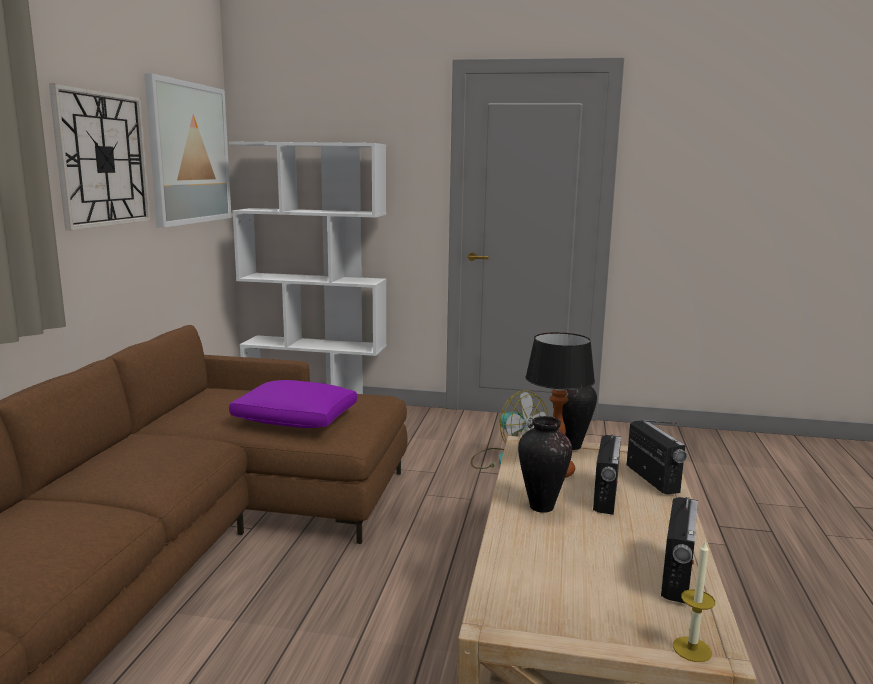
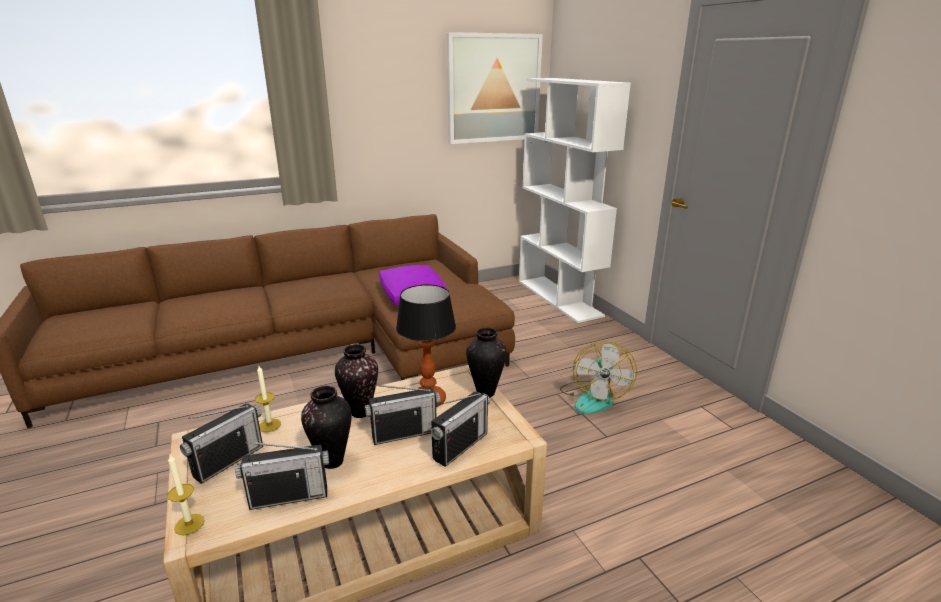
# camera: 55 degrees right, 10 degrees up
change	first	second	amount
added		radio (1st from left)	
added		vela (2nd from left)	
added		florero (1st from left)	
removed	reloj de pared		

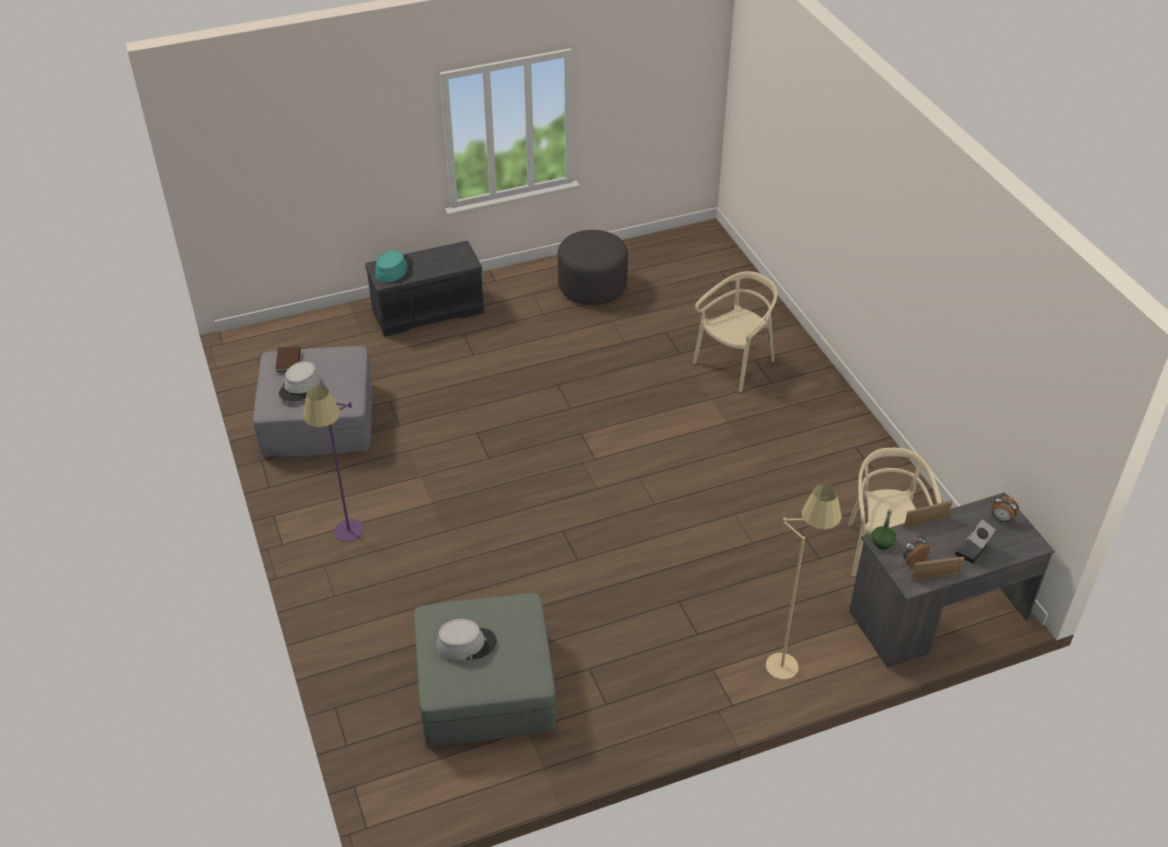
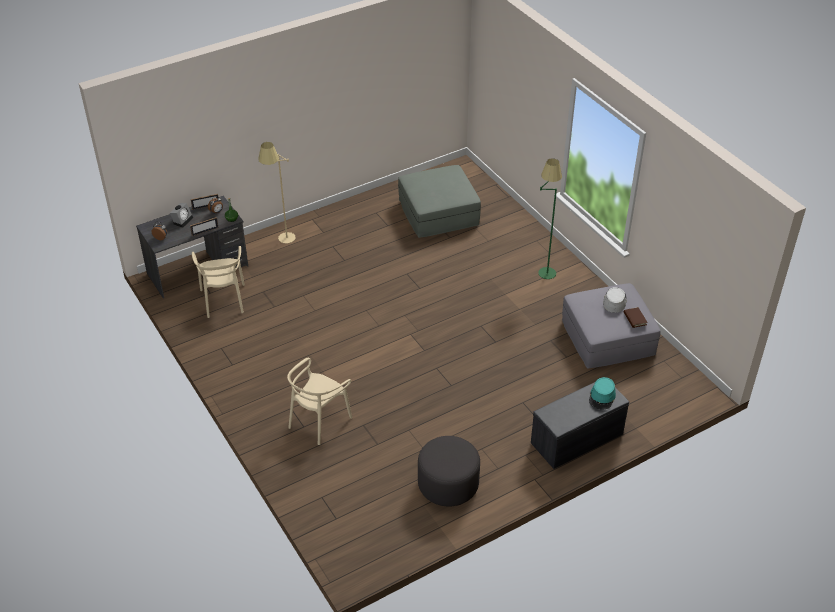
# camera: 170 degrees right, 0 degrees up
change	first	second	amount
recoloured	lámpara de pie [morado]	lámpara de pie [verde]	
removed	sombrero [gris] (2nd from left)		

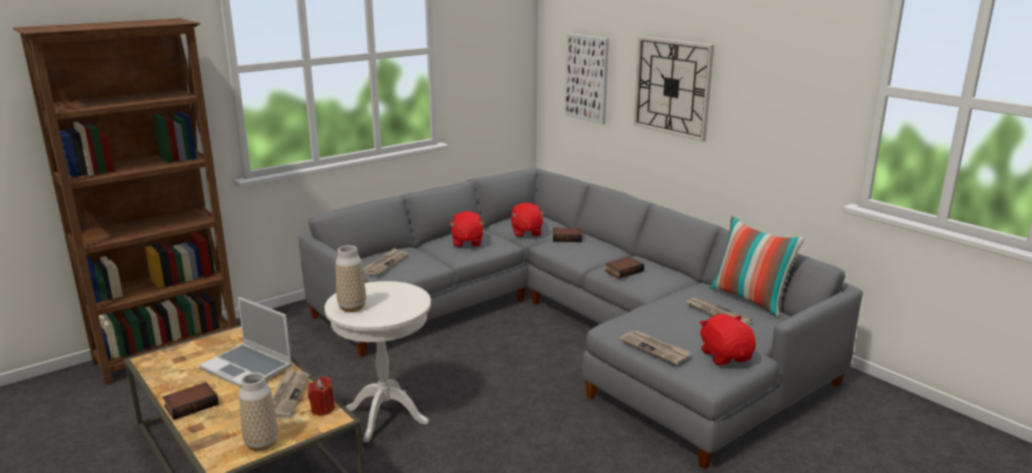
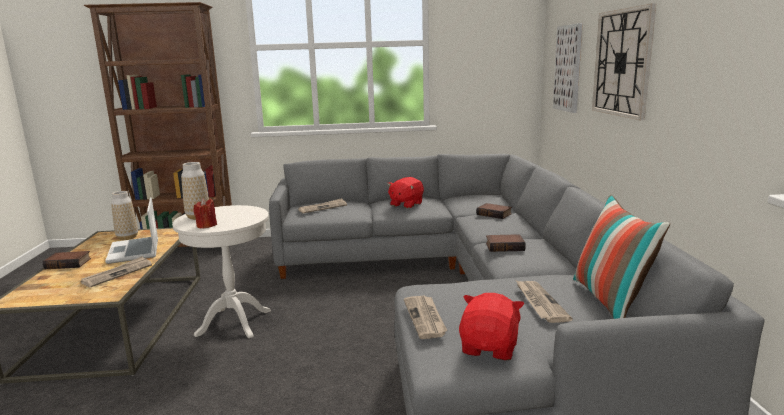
# camera: 35 degrees right, 5 degrees down
change	first	second	amount
moved	florero (1st from left)		
moved	vela [rojo]		
removed	peluche [rojo] (2nd from left)		

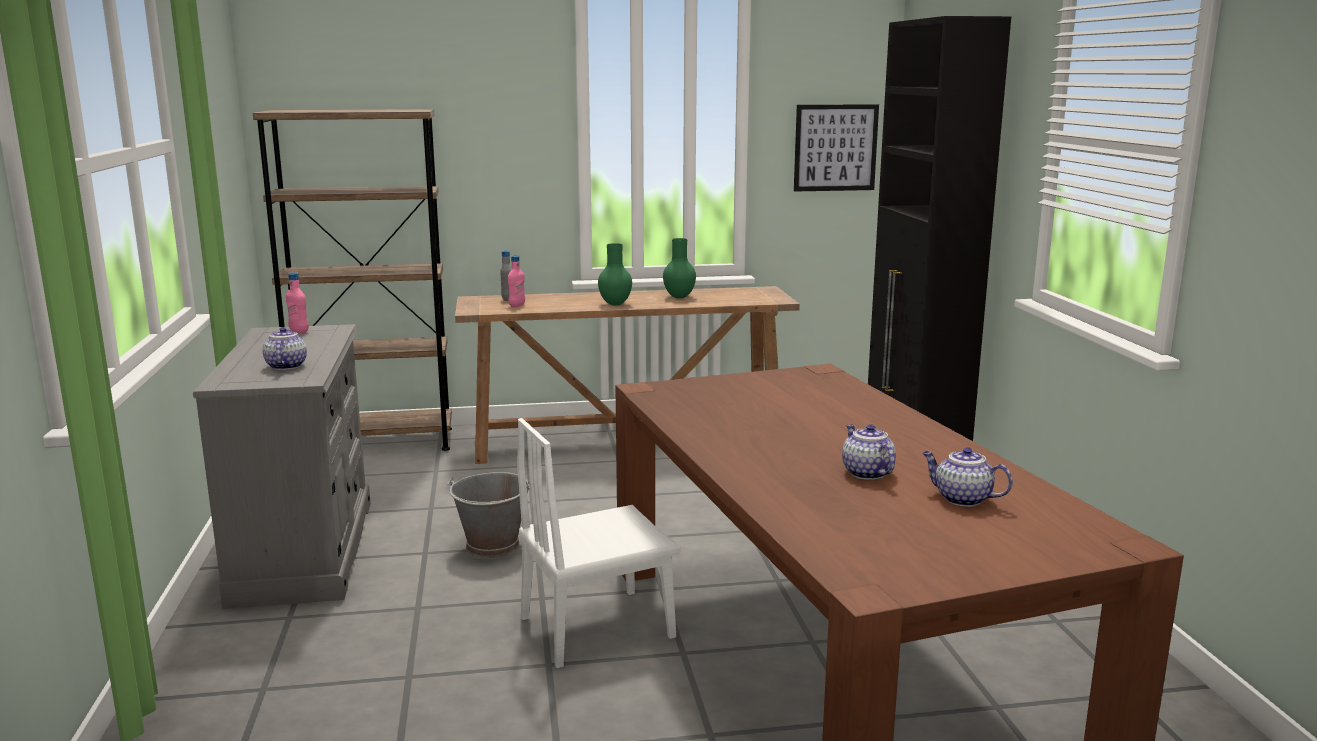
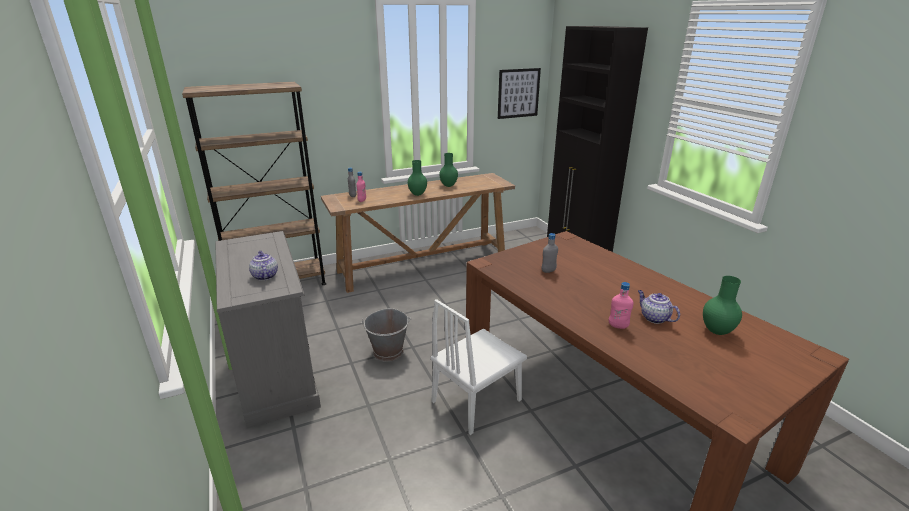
# camera: 15 degrees left, 10 degrees up
change	first	second	amount
added		botella [gris] (2nd from left)	
moved	botella [rosa] (1st from left in the first image)	botella [rosa] (2nd from left)	
replaced	tetera (3rd from left)	florero [verde] (3rd from left)	

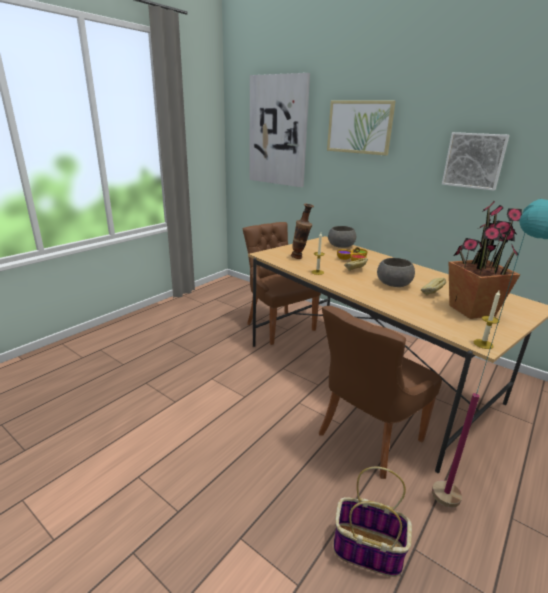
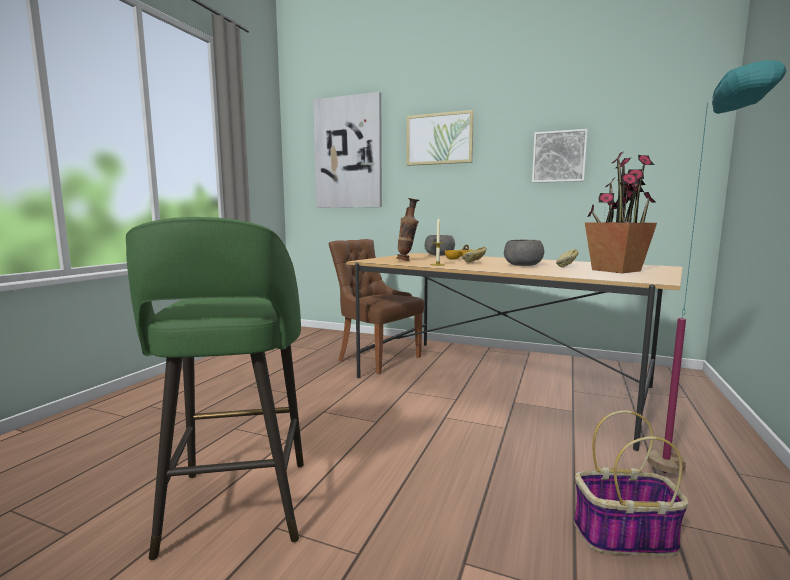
# camera: 15 degrees left, 15 degrees down
change	first	second	amount
added		taburete [verde]	
removed	silla [marrón] (2nd from left)		
removed	vela (2nd from left)		

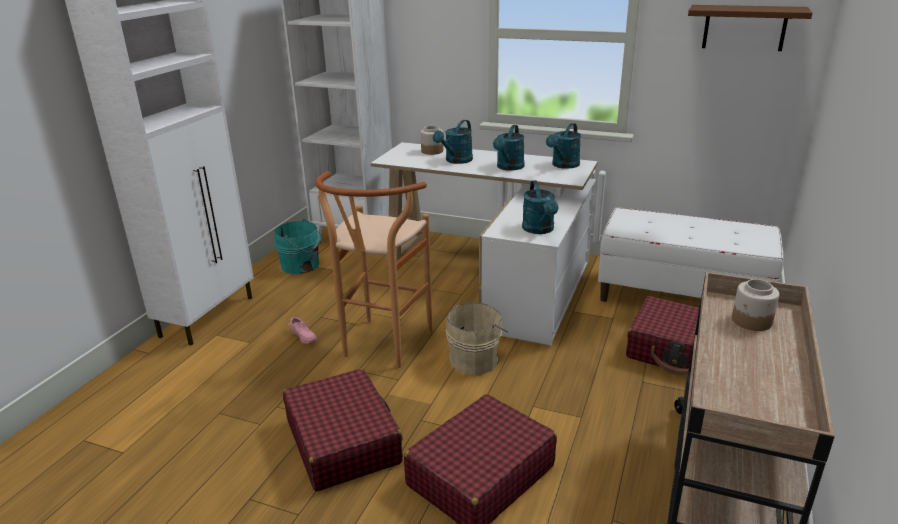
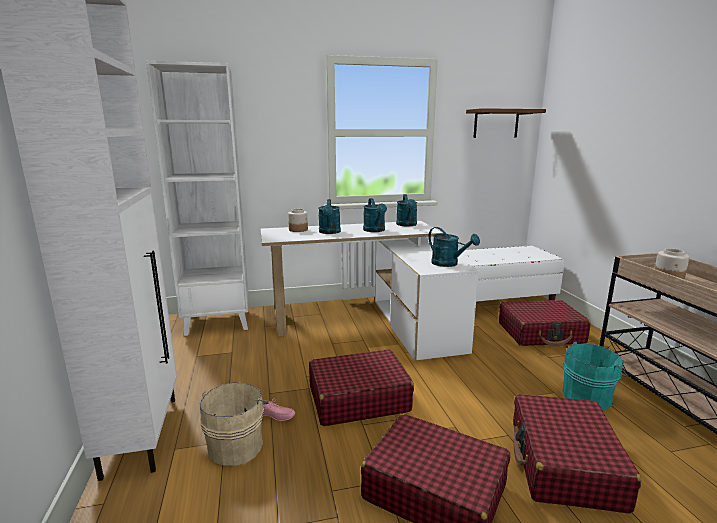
# camera: 35 degrees left, 10 degrees down
change	first	second	amount
moved	cubo [beis]		
replaced	taburete [marrón]	maleta [rojo] (1st from left)	
moved	cubo [turquesa]		

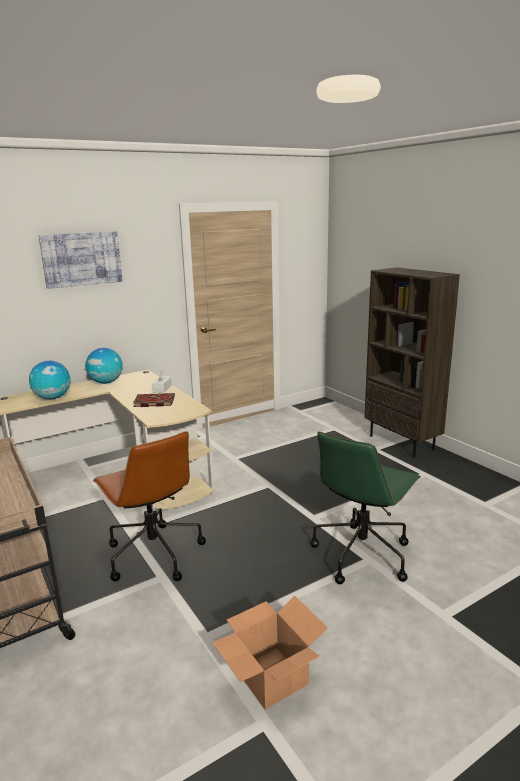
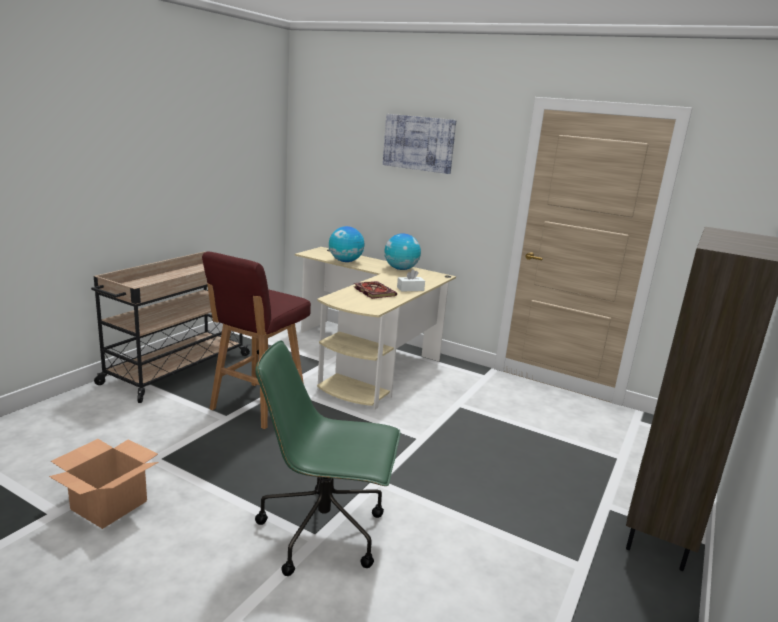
# camera: 60 degrees right, 0 degrees up
change	first	second	amount
replaced	silla de oficina [marrón]	taburete [rojo]	

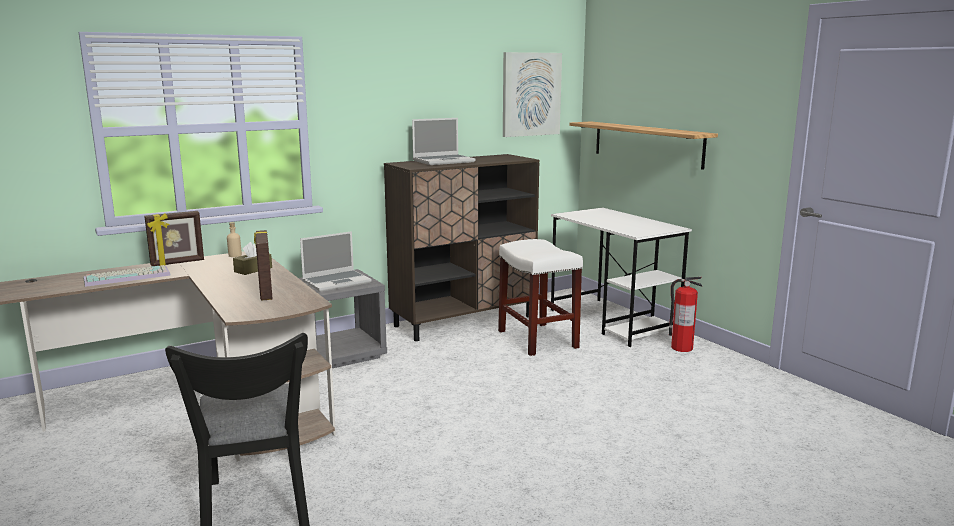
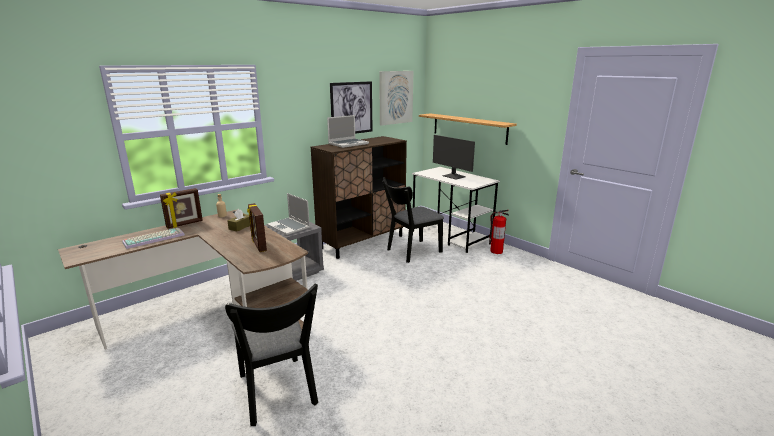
# camera: 10 degrees left, 5 degrees up
change	first	second	amount
turned	portátil (1st from left)		90 degrees clockwise
added		cuadro (1st from left)	
replaced	taburete [blanco]	silla [negro] (2nd from left)	
added		monitor	

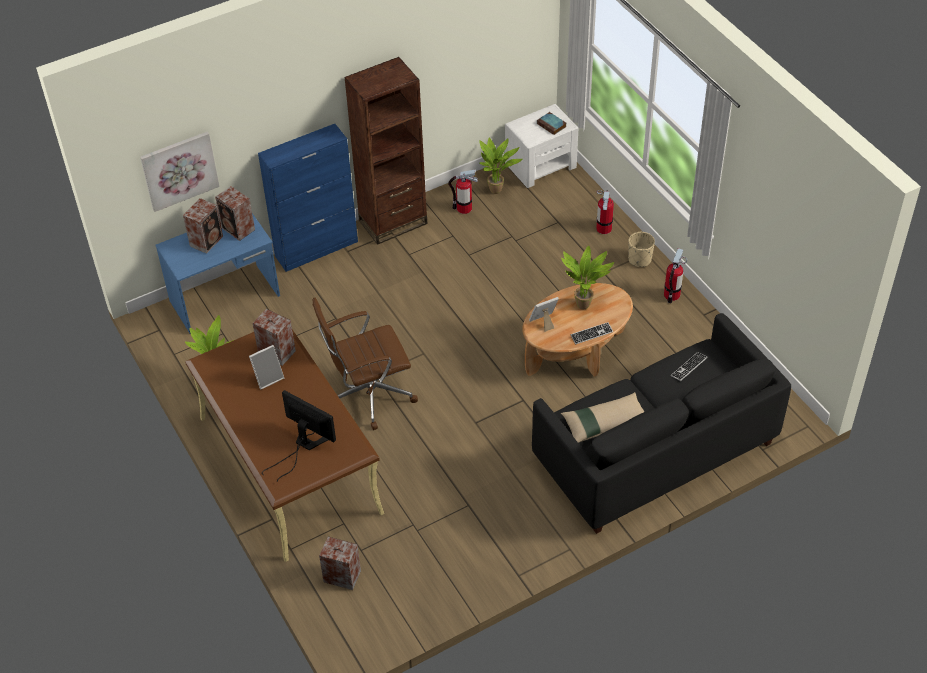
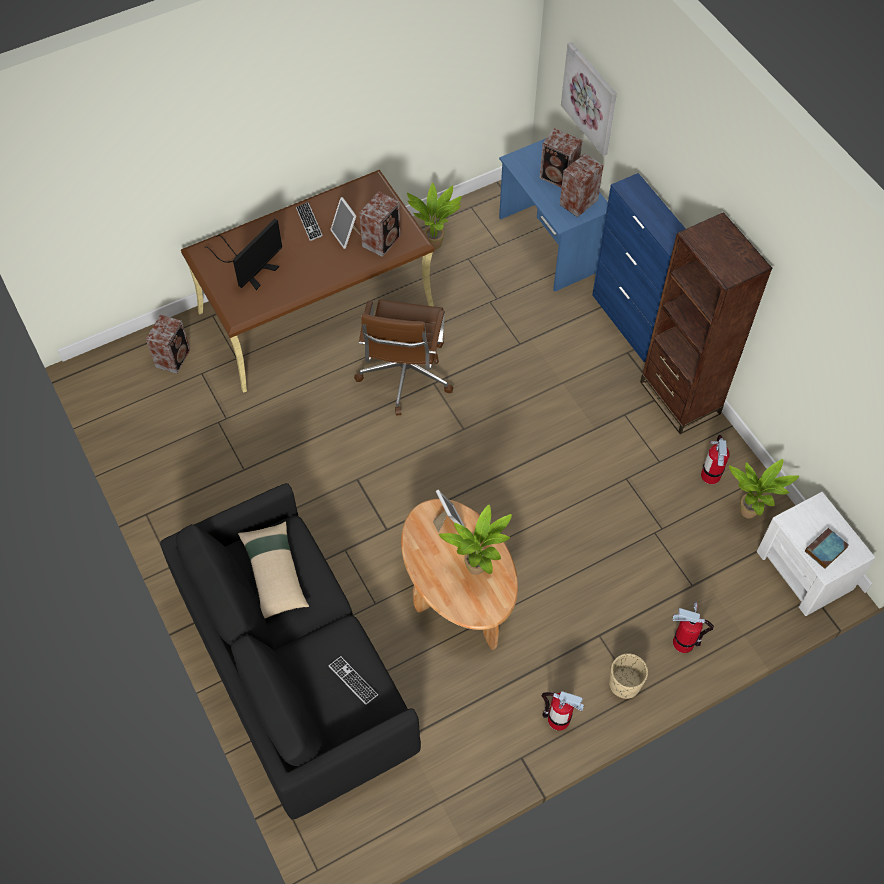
# camera: 90 degrees right, 10 degrees up
change	first	second	amount
moved	teclado (1st from left)		
turned	silla de oficina [marrón]		150 degrees counterclockwise

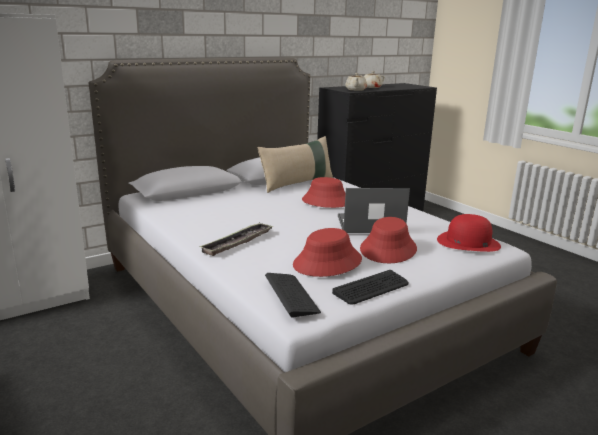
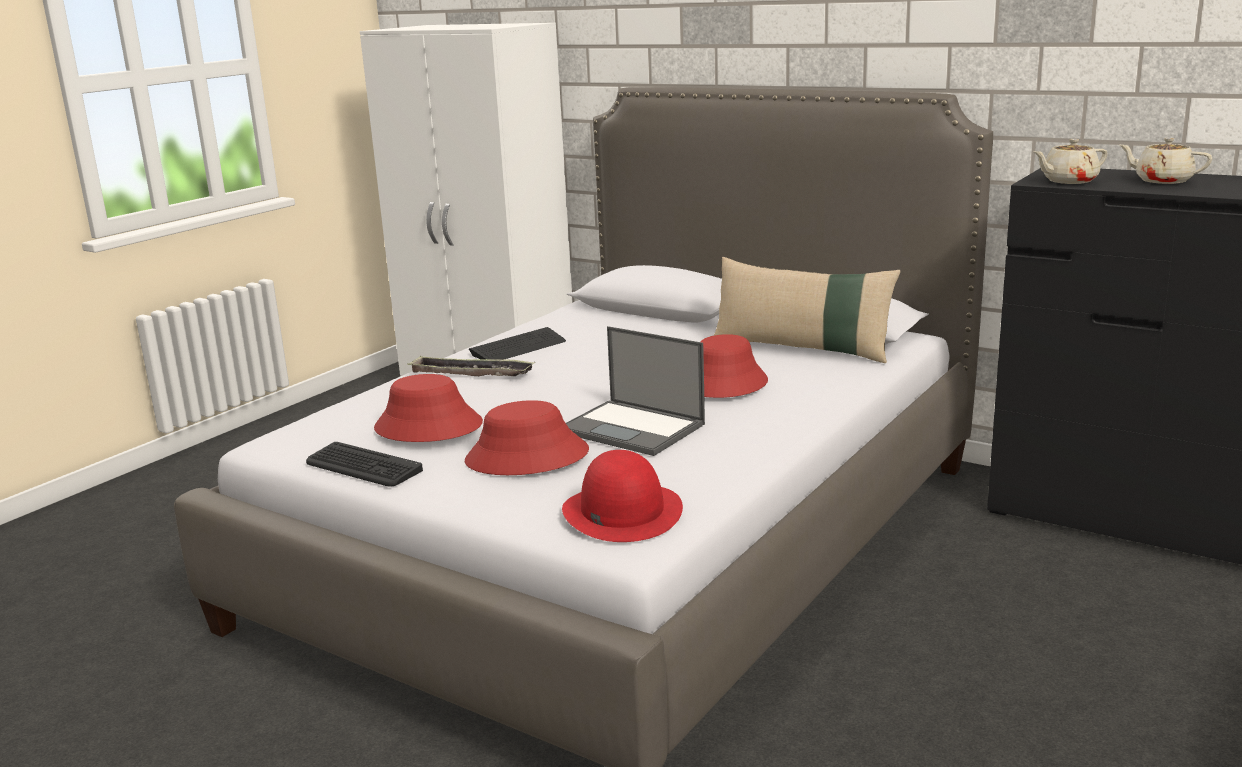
# camera: 70 degrees right, 0 degrees up
change	first	second	amount
moved	teclado (1st from left in the first image)	teclado (2nd from left)	
turned	portátil		150 degrees clockwise

